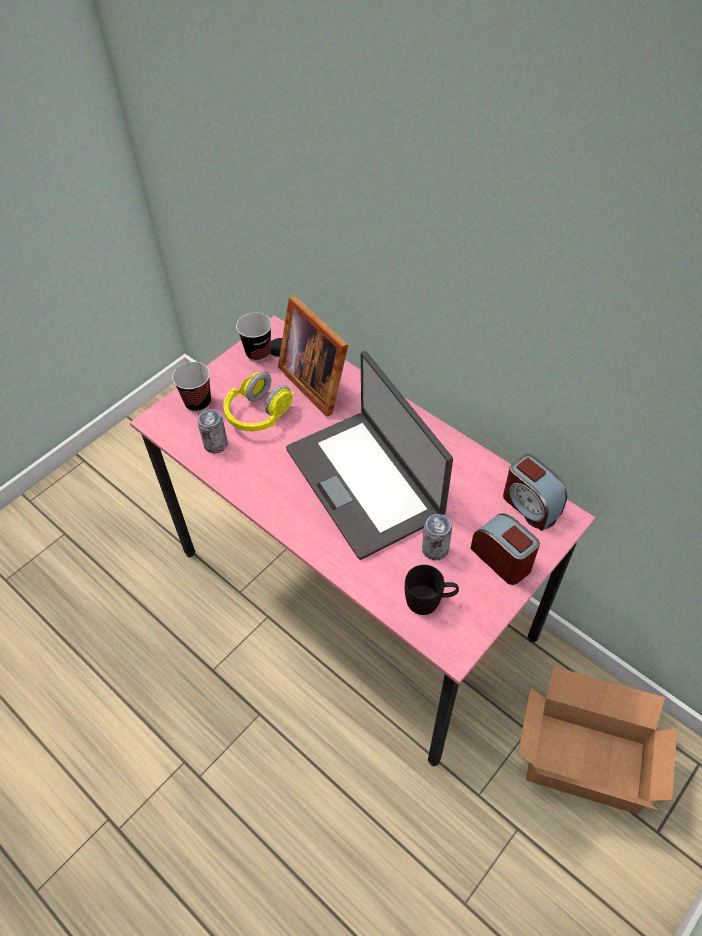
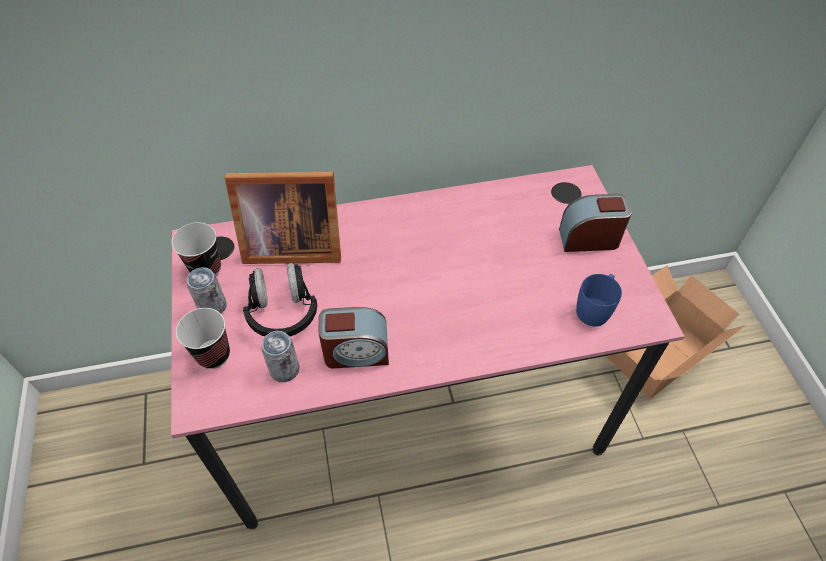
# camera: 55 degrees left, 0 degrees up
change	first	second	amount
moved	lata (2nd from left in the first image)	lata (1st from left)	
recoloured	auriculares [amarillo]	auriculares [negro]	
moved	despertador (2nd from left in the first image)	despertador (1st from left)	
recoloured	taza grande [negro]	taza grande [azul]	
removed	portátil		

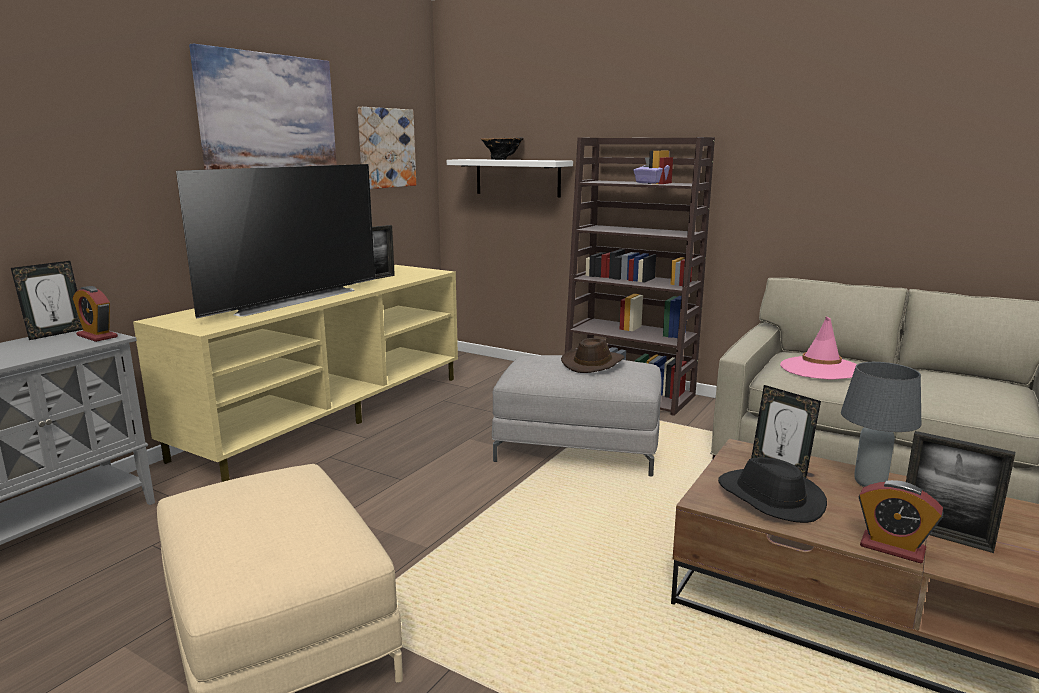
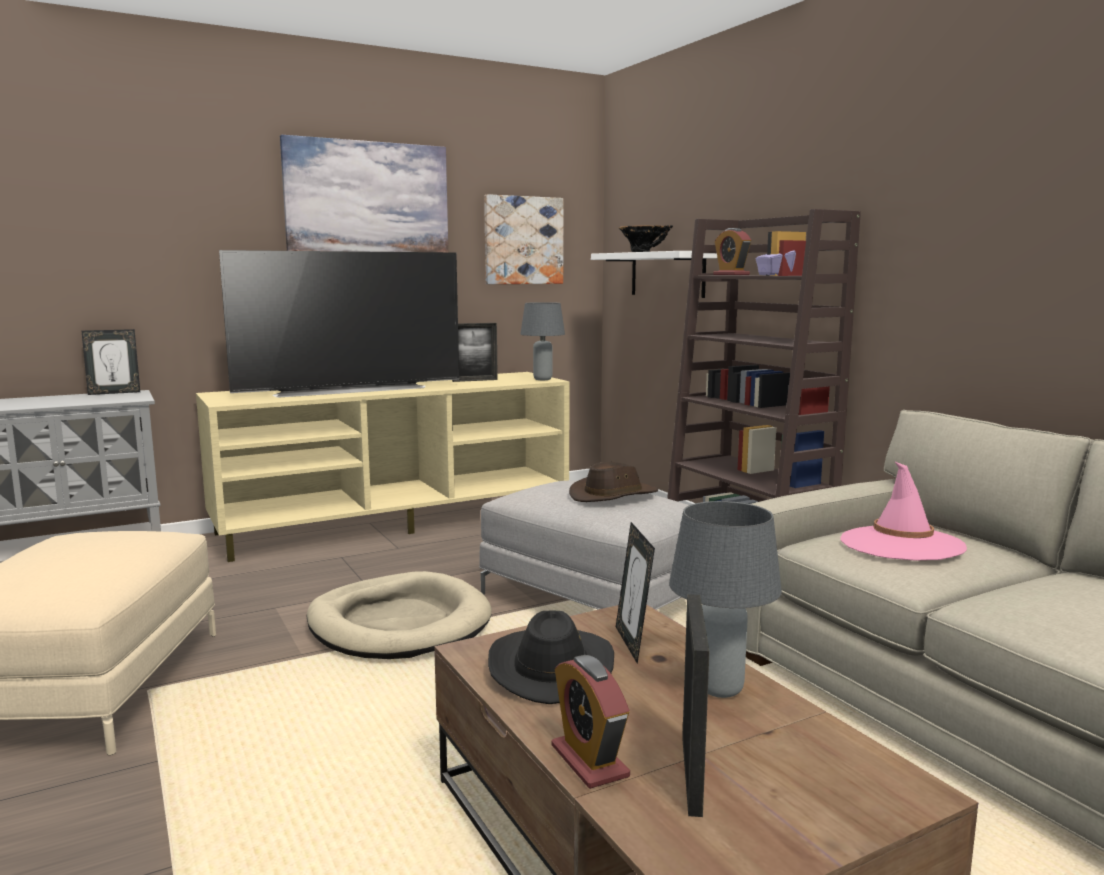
# camera: 30 degrees right, 5 degrees down
change	first	second	amount
added		cama para perro [beis]	
added		lámpara de mesa [gris] (1st from left)	
turned	portarretratos (4th from left)		150 degrees counterclockwise
moved	despertador (1st from left in the first image)	despertador (2nd from left)	

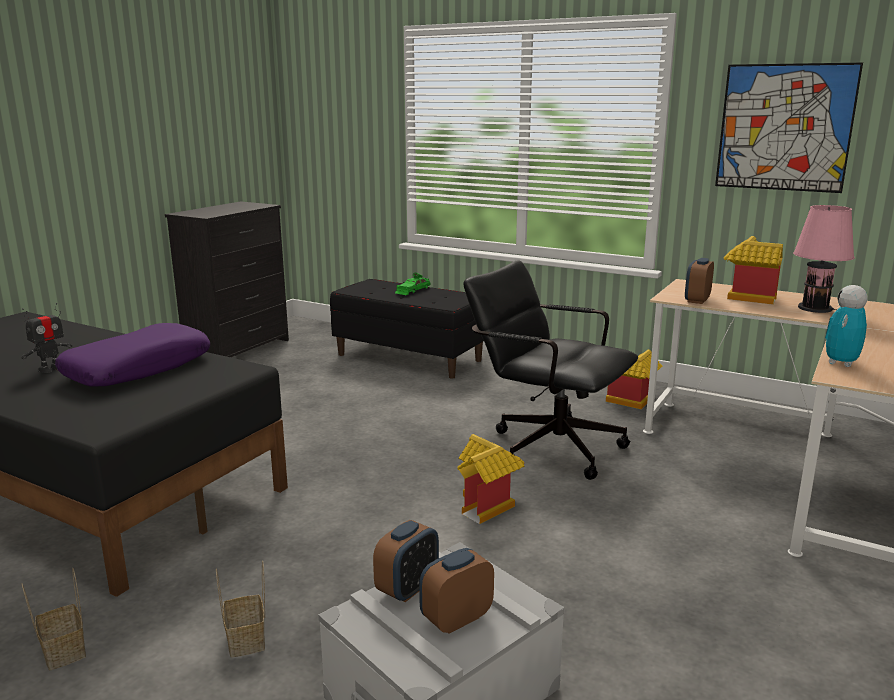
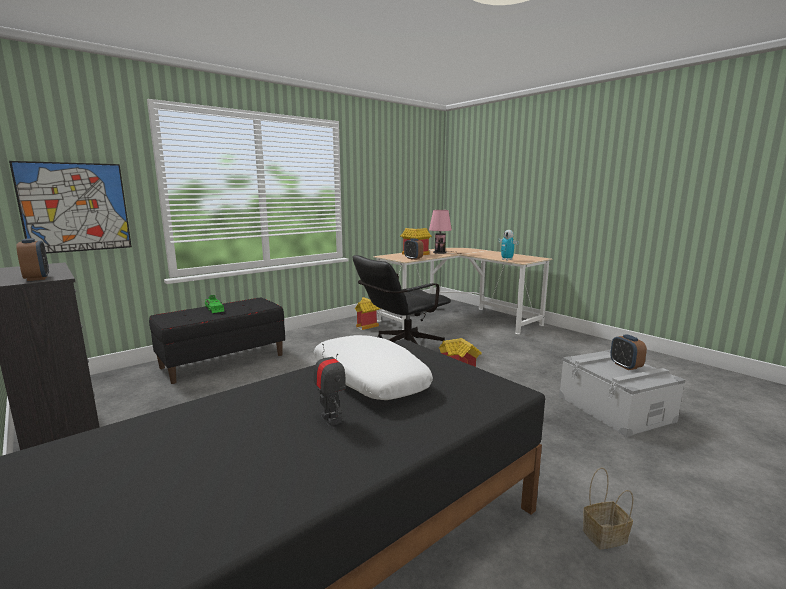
# camera: 70 degrees left, 5 degrees down
change	first	second	amount
moved	cuadro		
moved	despertador (1st from left)		
recoloured	cojín [morado]	cojín [blanco]	
removed	cesta (2nd from left)		

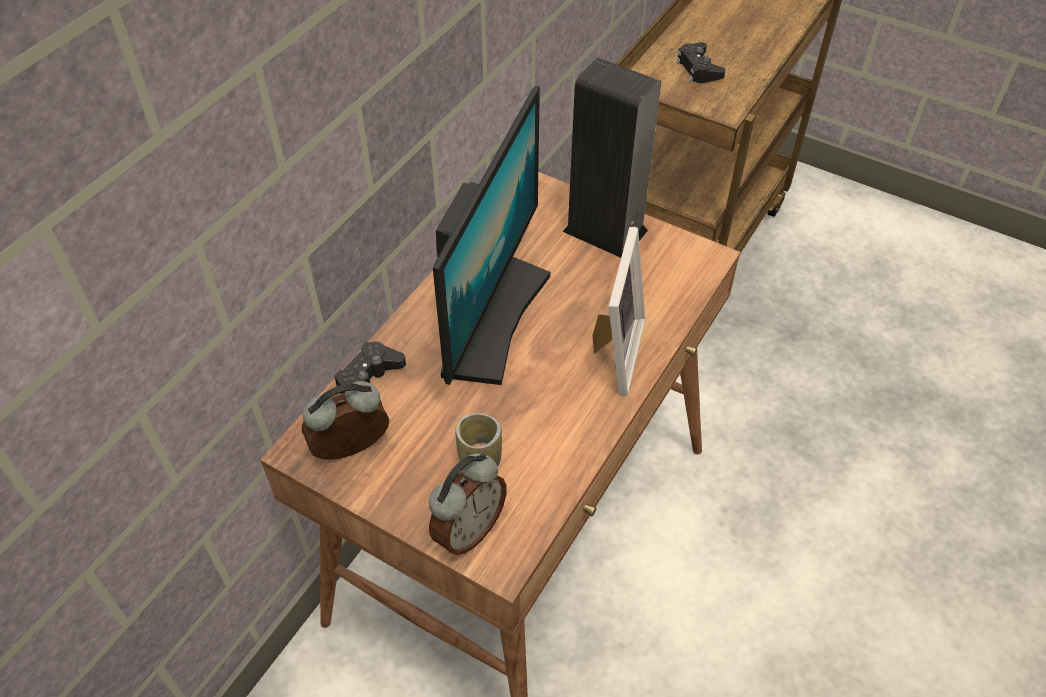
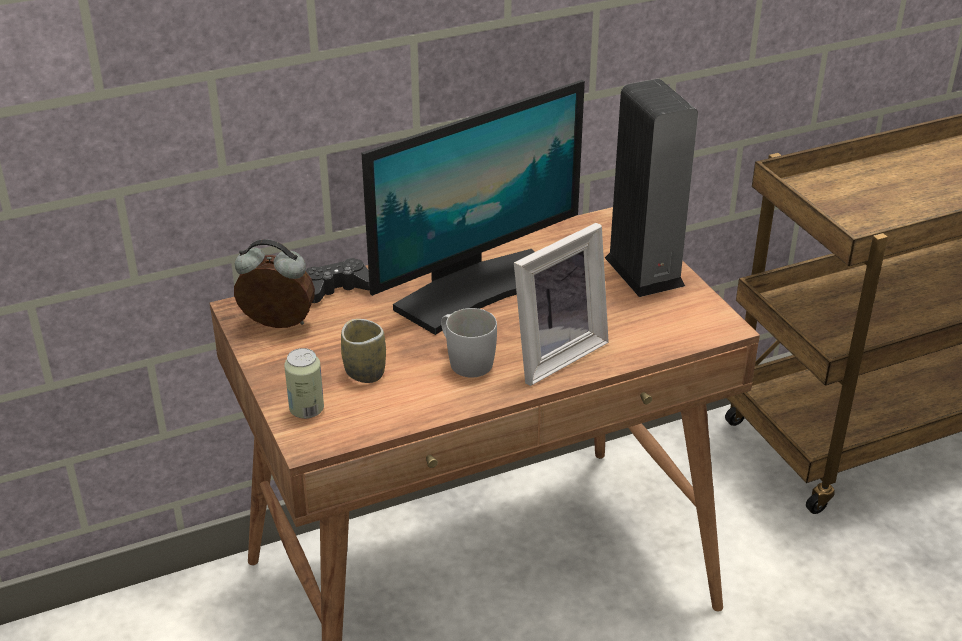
# camera: 35 degrees right, 15 degrees down
change	first	second	amount
replaced	despertador (2nd from left)	lata	
added		taza grande [blanco]	
removed	mando de consola [negro] (2nd from left)		

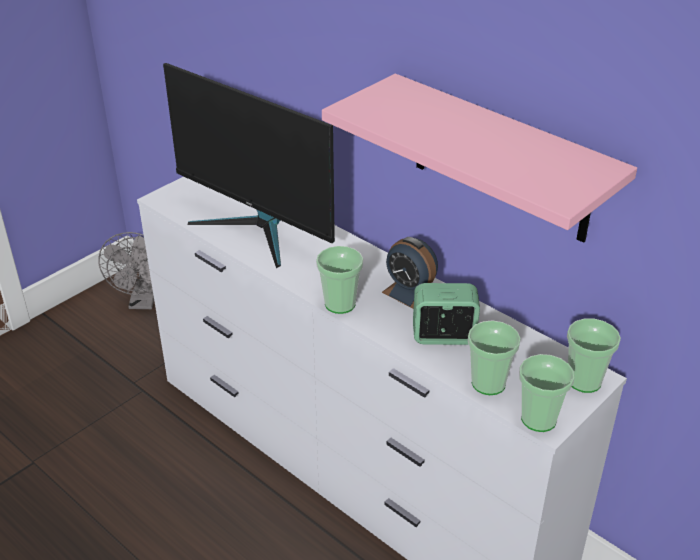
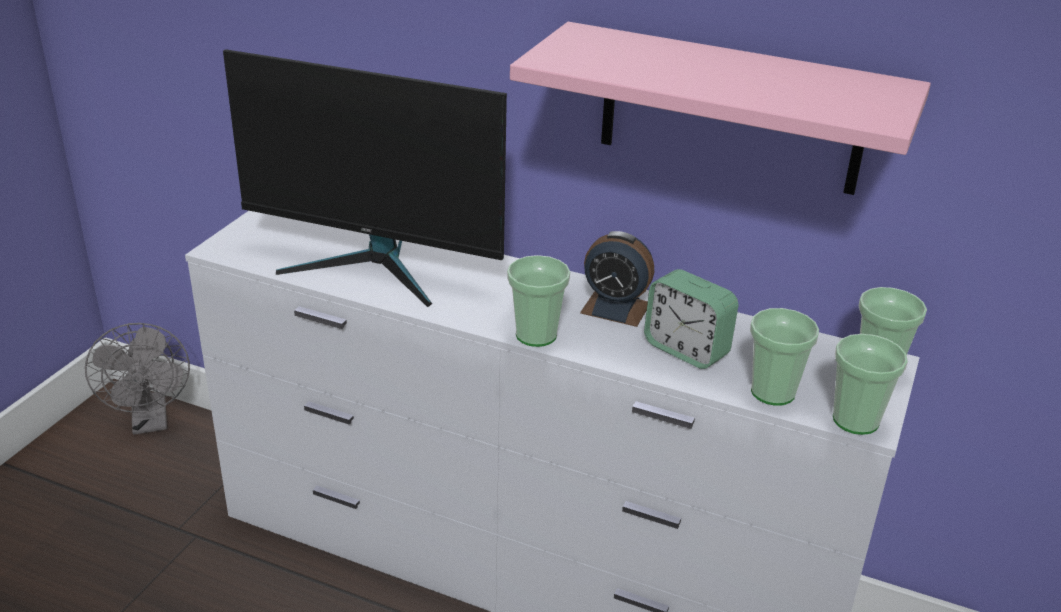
# camera: 20 degrees left, 5 degrees down
change	first	second	amount
turned	despertador (2nd from left)		120 degrees counterclockwise

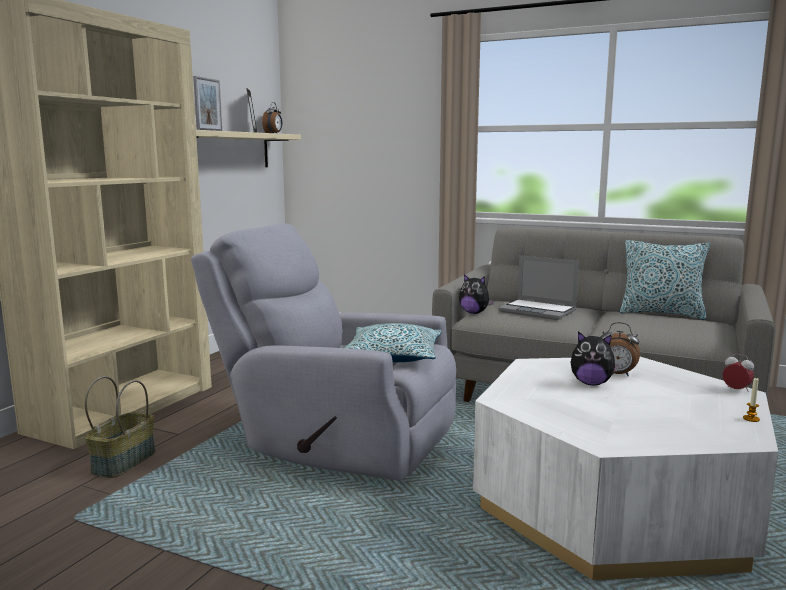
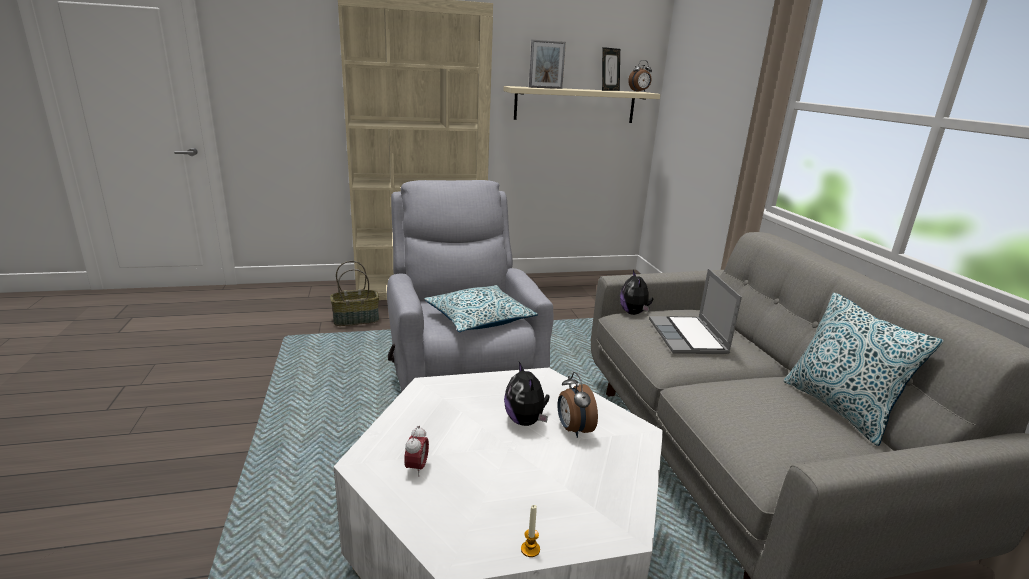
# camera: 50 degrees right, 10 degrees up
change	first	second	amount
moved	despertador (3rd from left in the first image)	despertador (1st from left)	

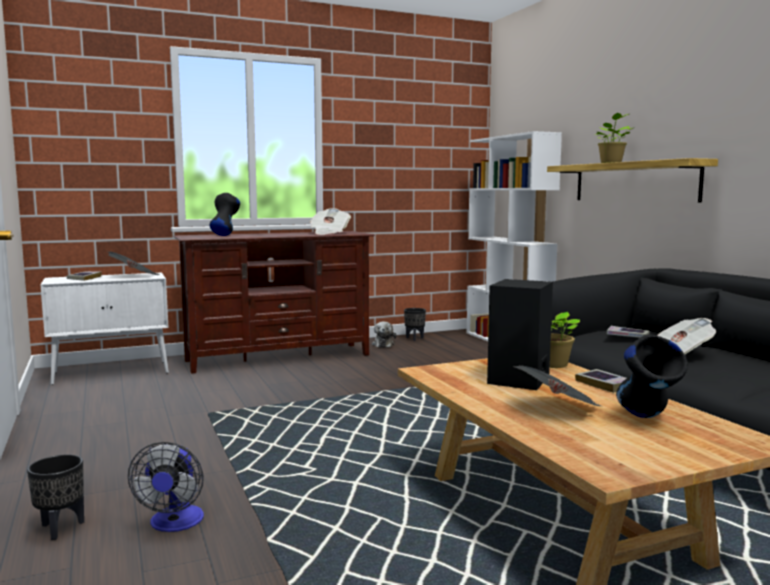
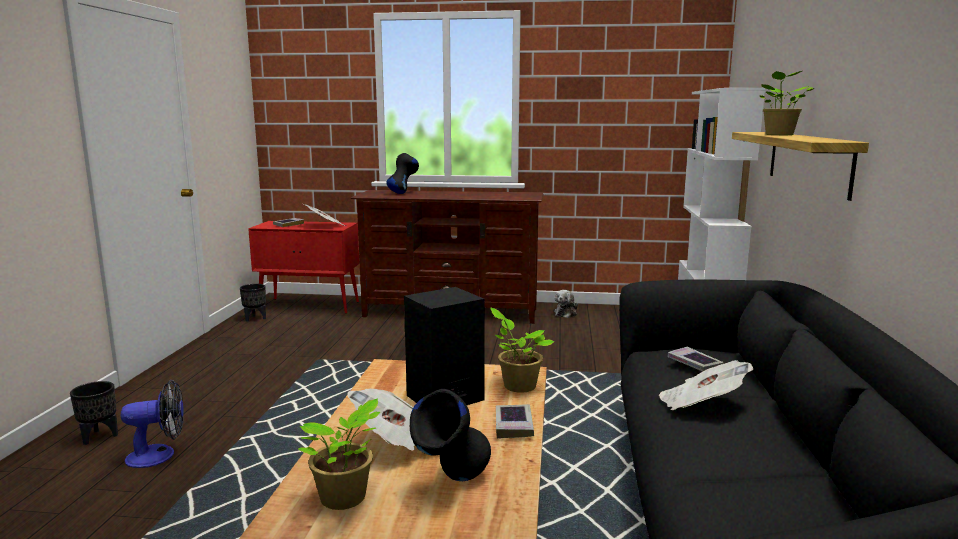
# camera: 30 degrees right, 5 degrees up
change	first	second	amount
turned	ventilador		135 degrees counterclockwise
moved	maceta [negro] (2nd from left)		
recoloured	armario [blanco]	armario [rojo]	
added		planta en maceta (1st from left)	
removed	periódico (2nd from left)		

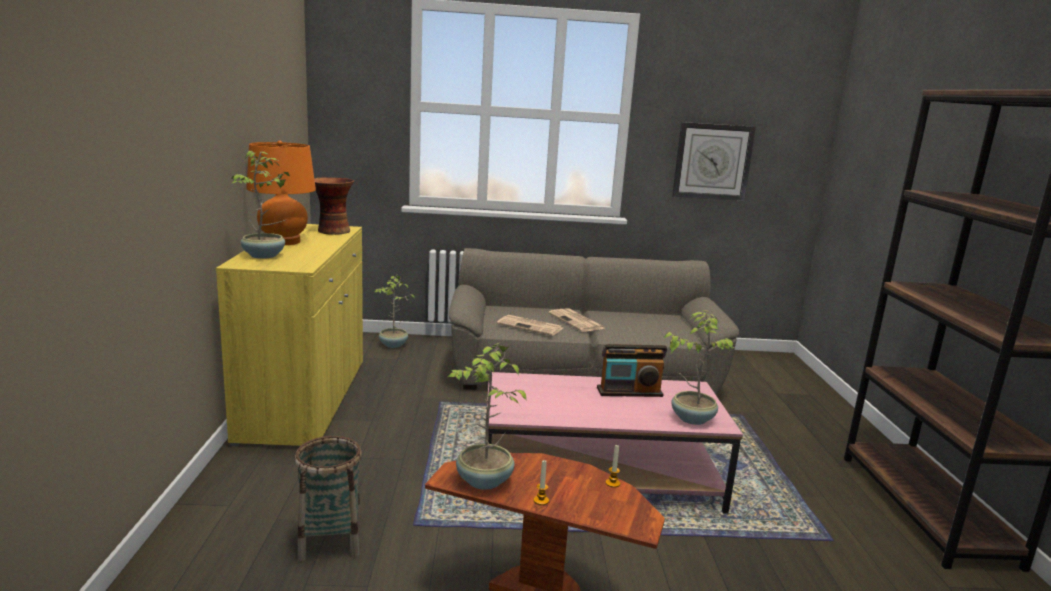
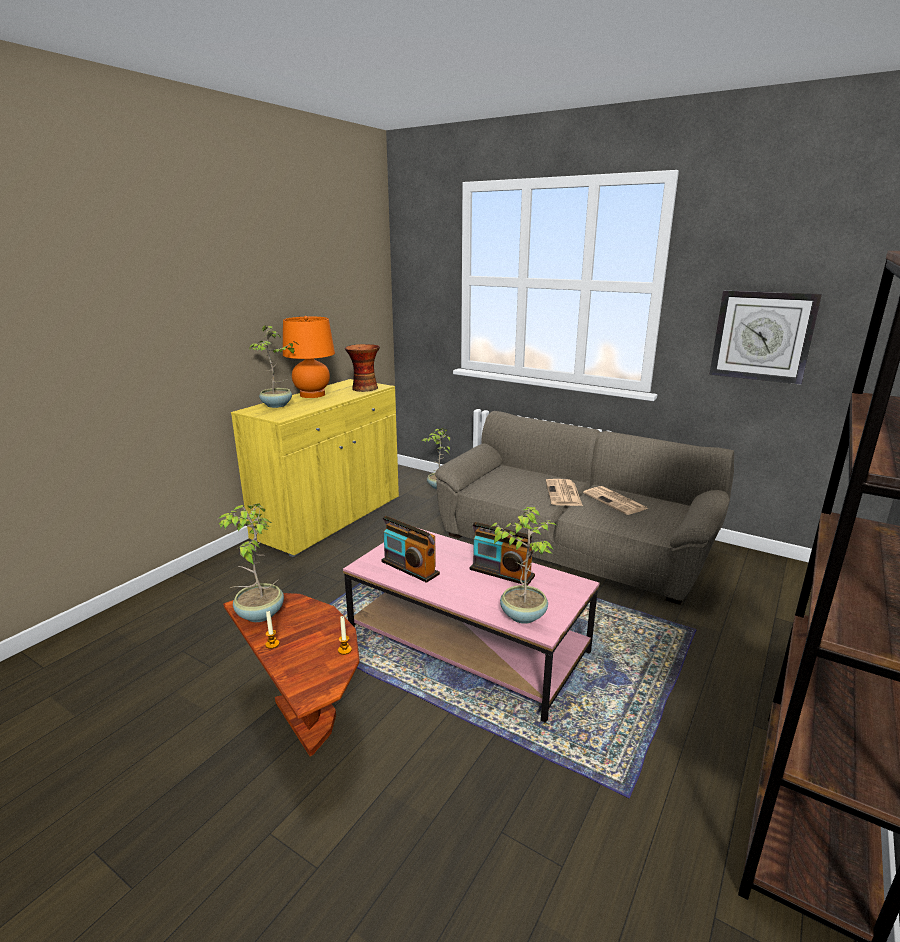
# camera: 35 degrees right, 5 degrees up
change	first	second	amount
added		radio (1st from left)	
moved	periódico (1st from left in the first image)	periódico (2nd from left)	
removed	cesta		

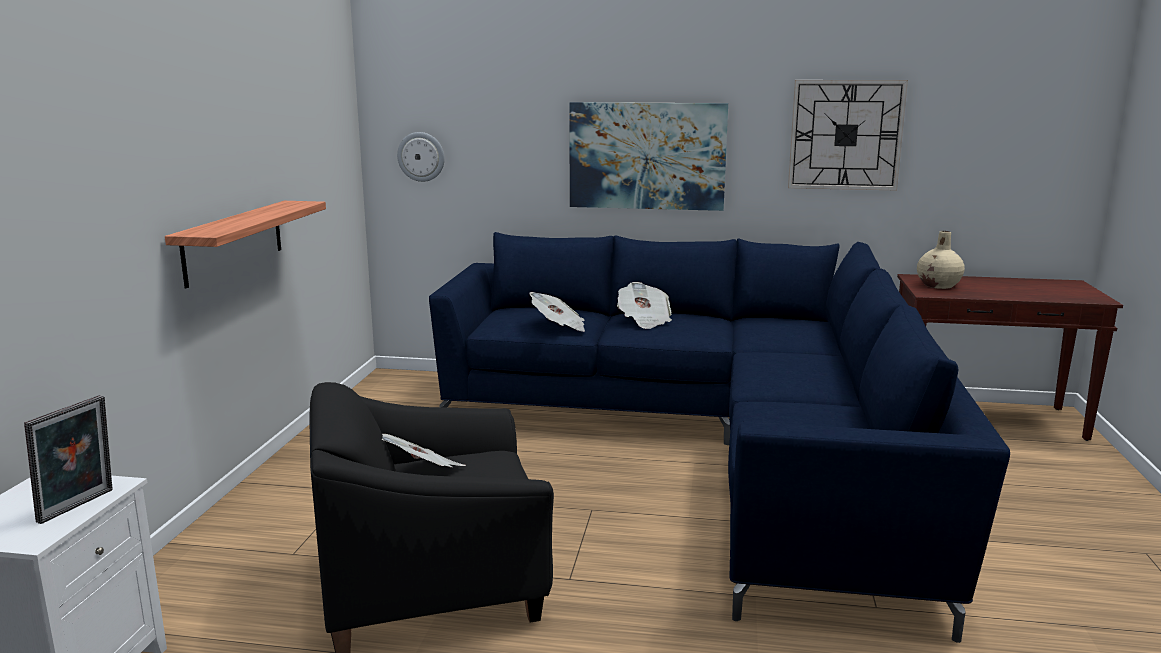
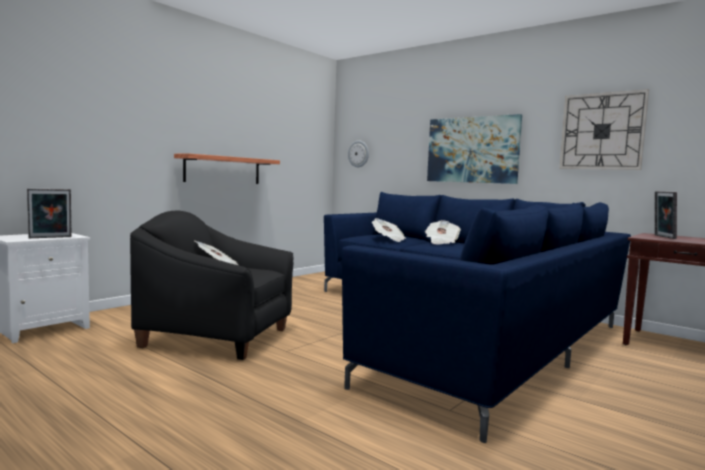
# camera: 30 degrees right, 10 degrees down
change	first	second	amount
replaced	florero [beis]	portarretratos (2nd from left)	

